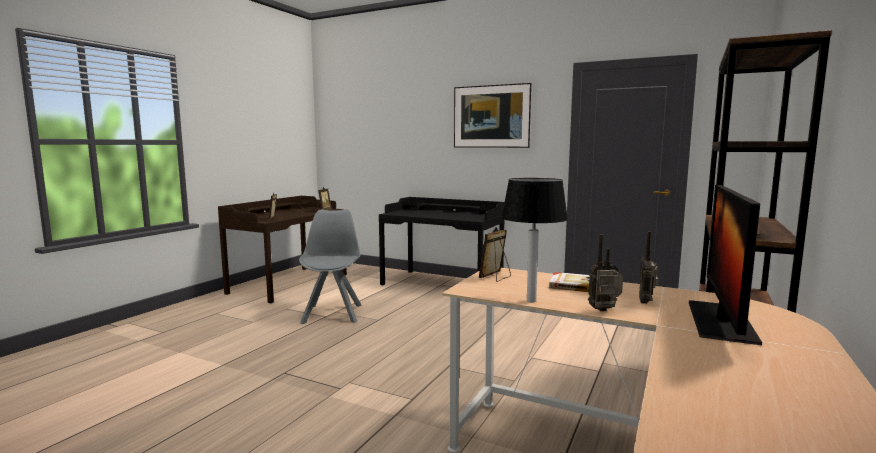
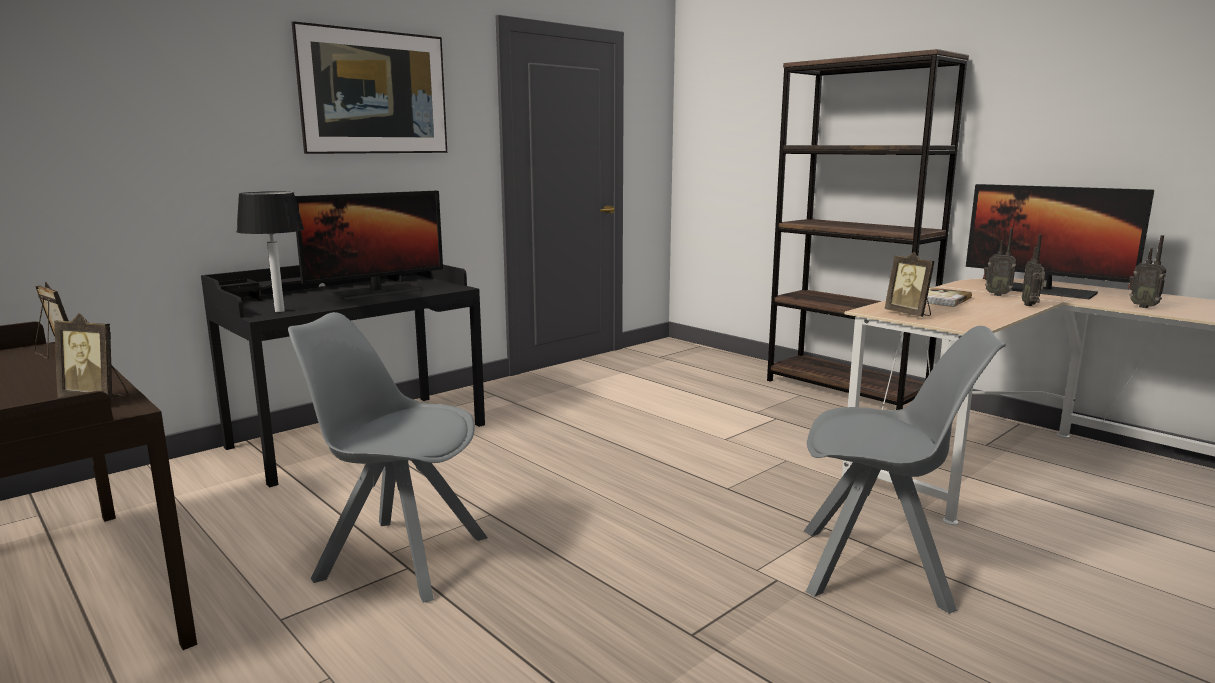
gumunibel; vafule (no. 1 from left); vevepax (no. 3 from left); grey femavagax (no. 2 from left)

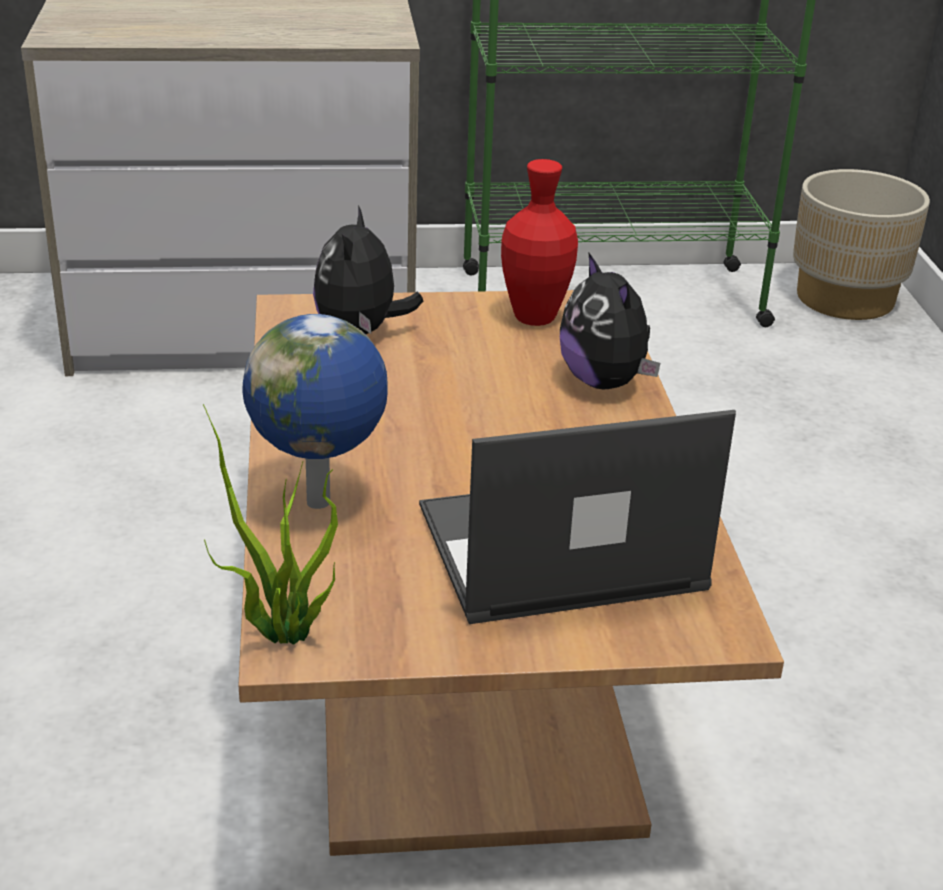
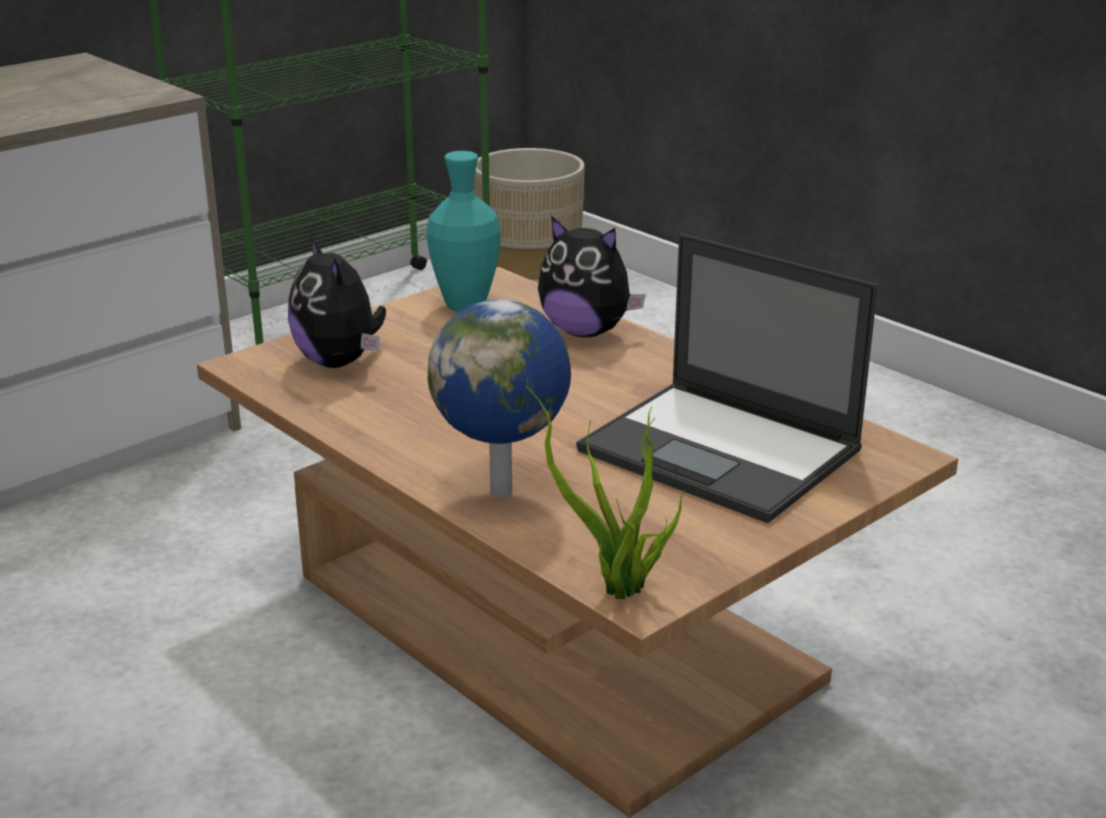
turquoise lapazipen; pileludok

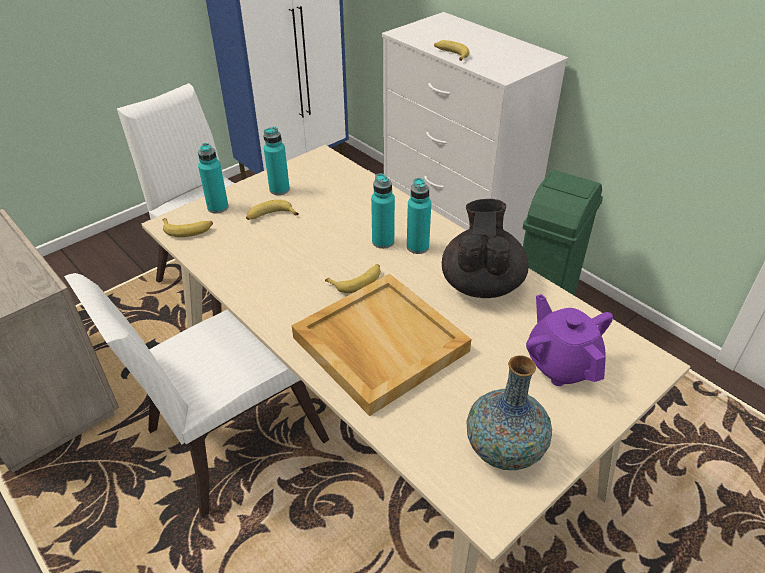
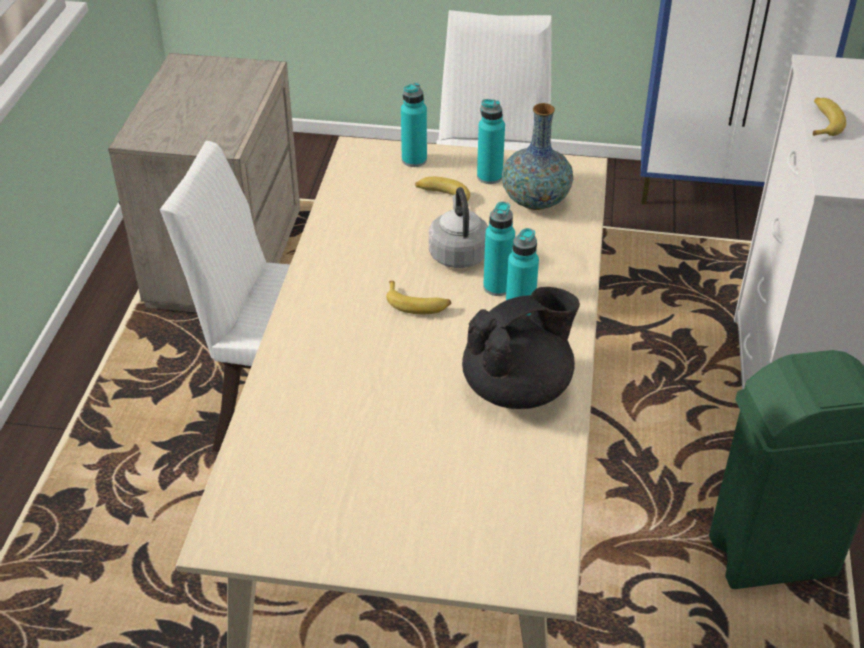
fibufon (no. 1 from left in the first image); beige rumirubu; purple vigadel; lapazipen; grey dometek

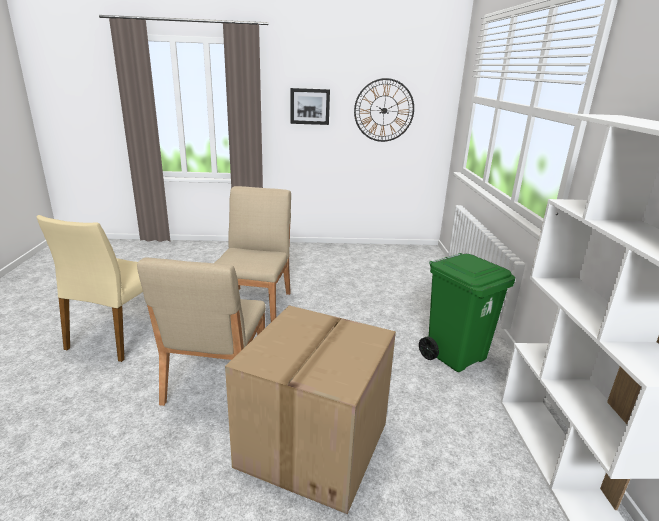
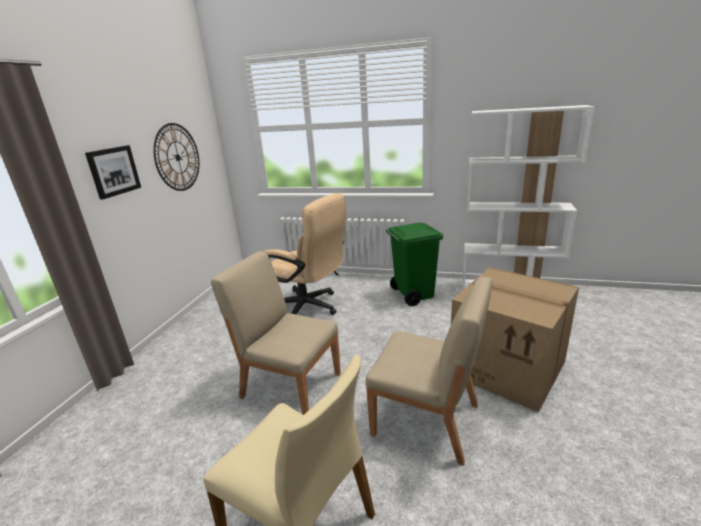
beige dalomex

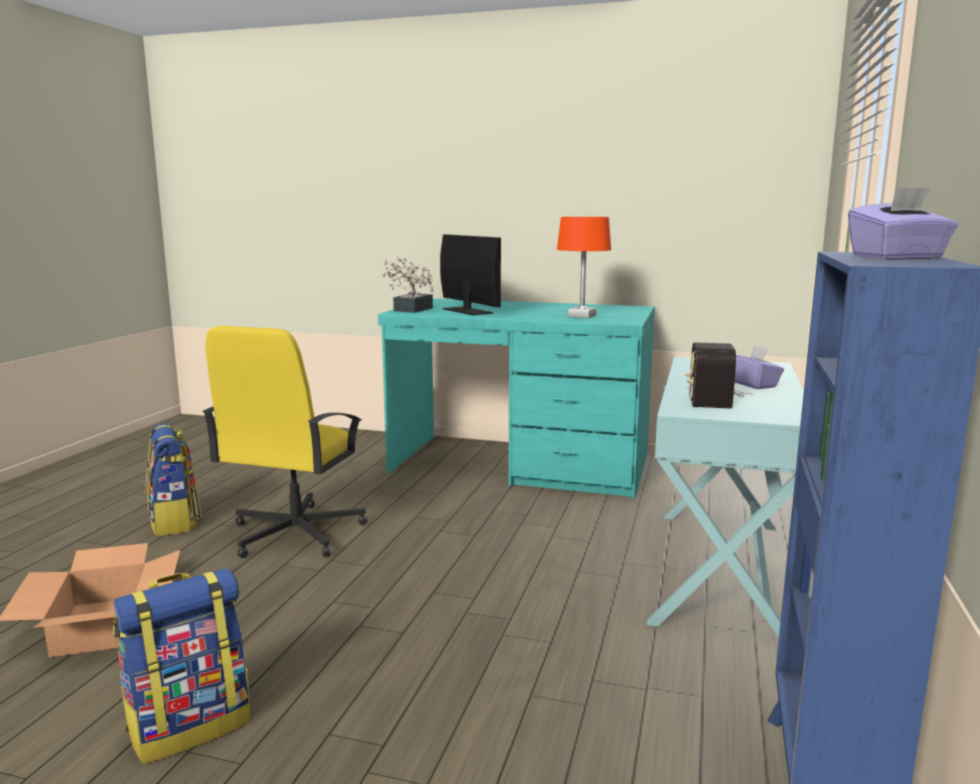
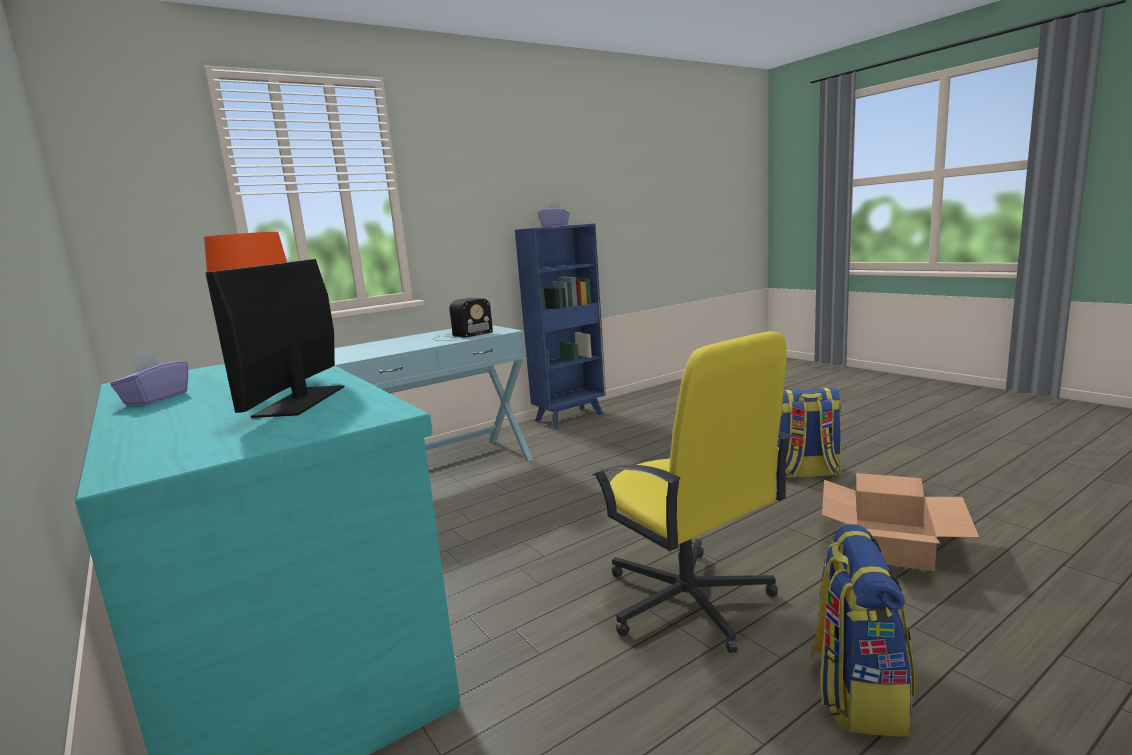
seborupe; yellow dalomex; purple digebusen (no. 1 from left)

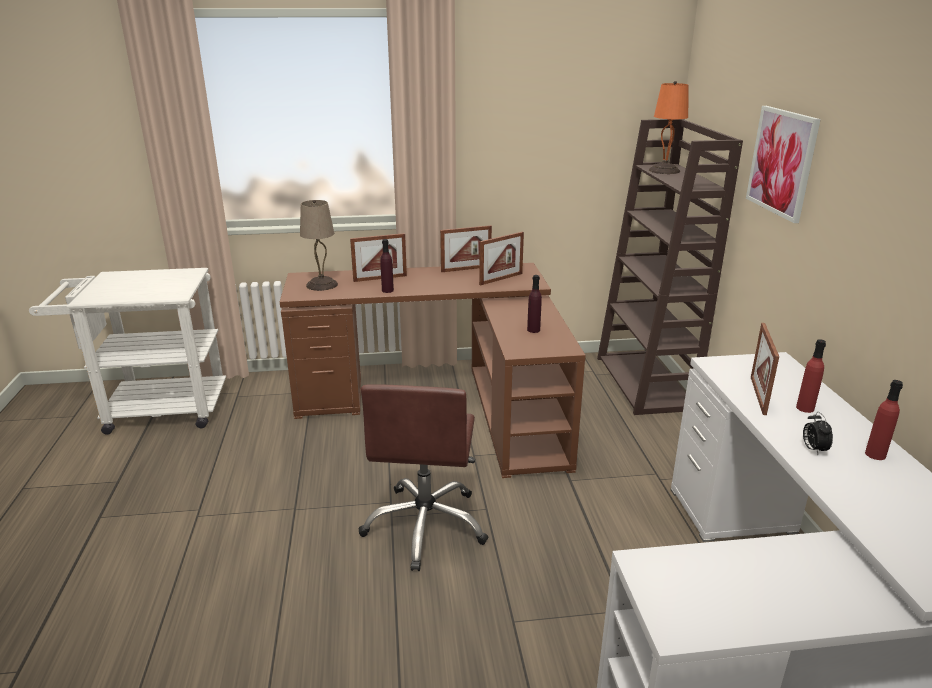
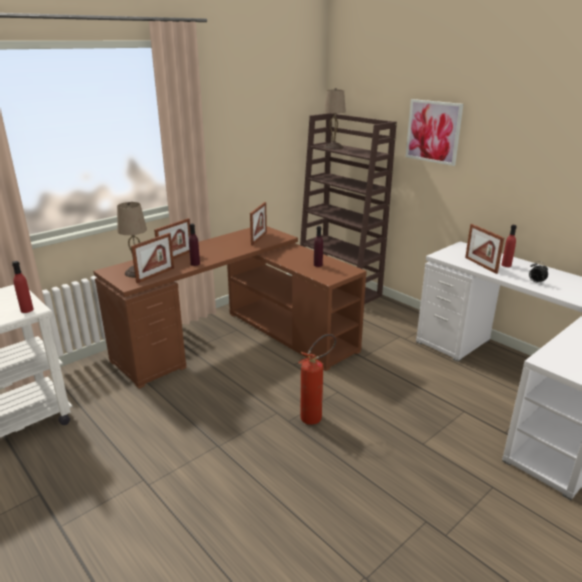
beige gumunibel (no. 2 from left); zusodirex (no. 1 from left); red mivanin (no. 1 from left); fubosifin

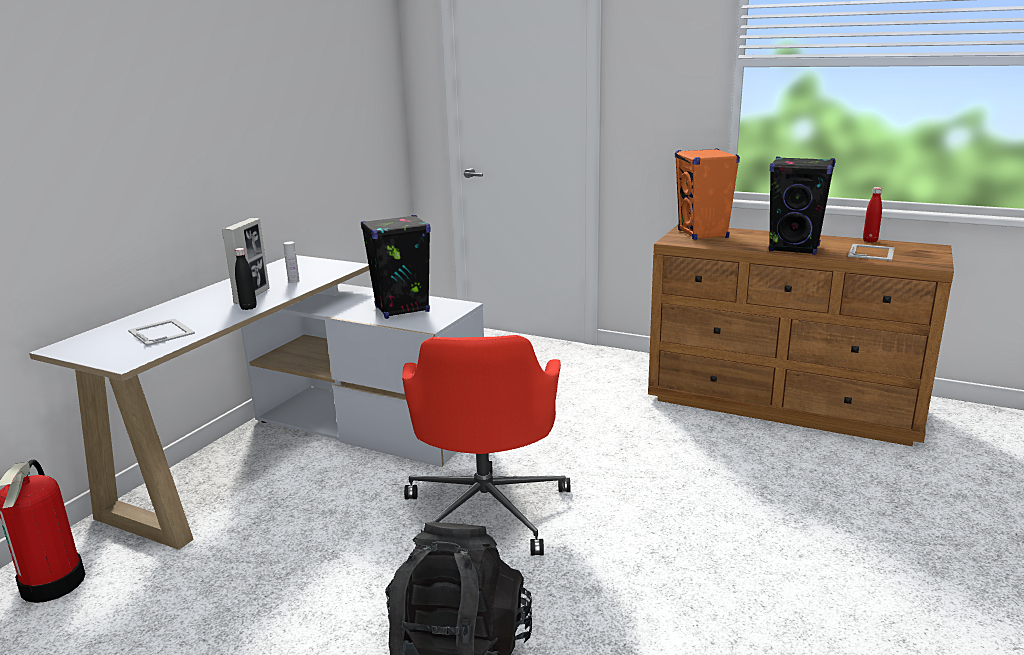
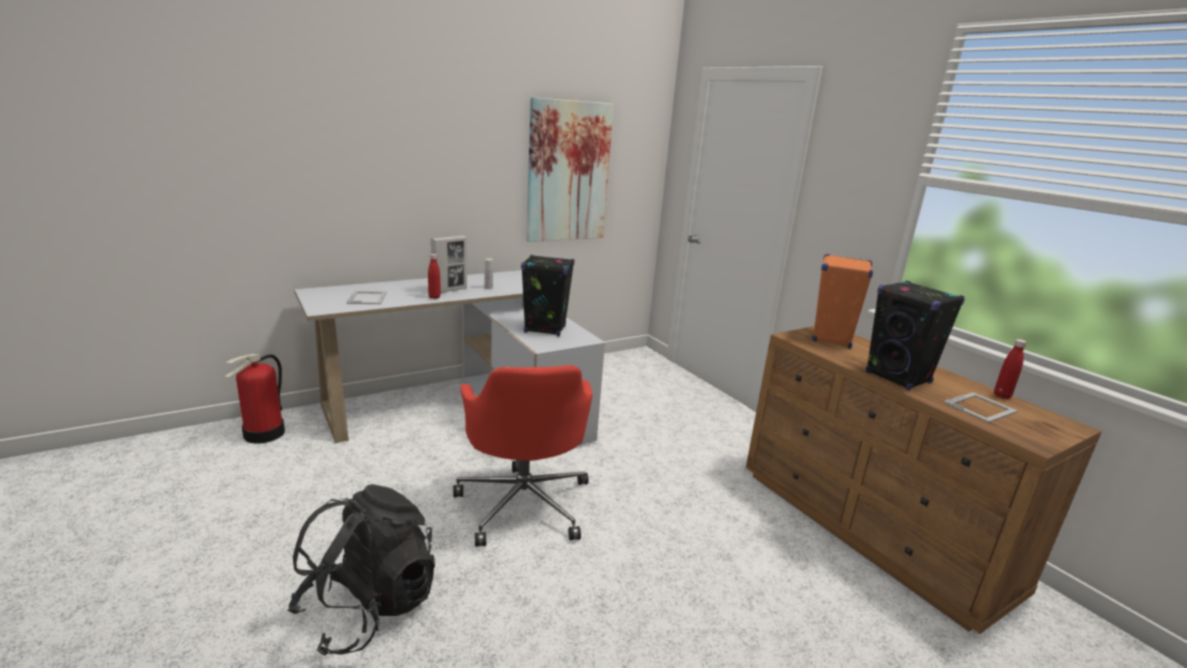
red mivanin (no. 1 from left); red dalomex; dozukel

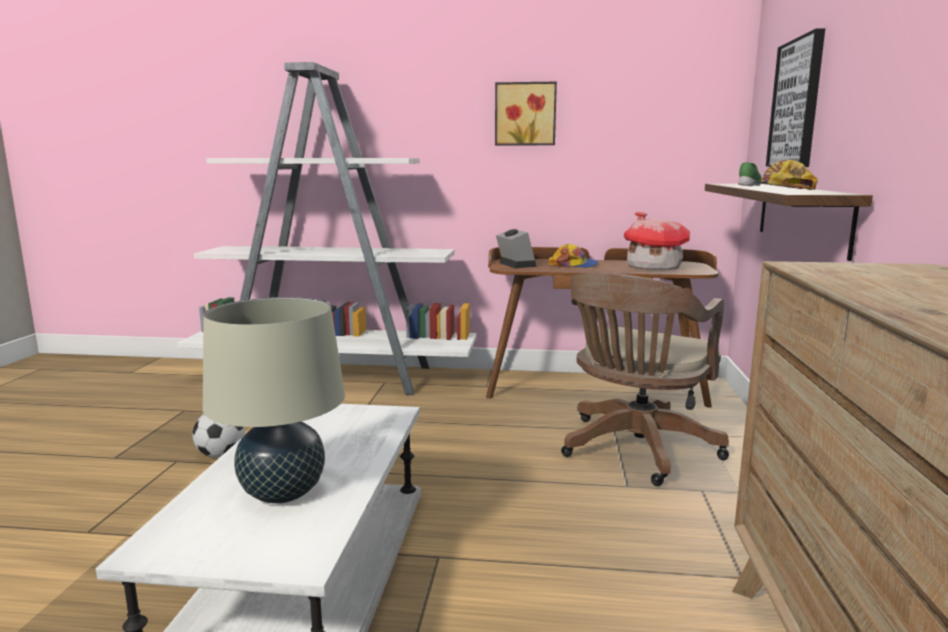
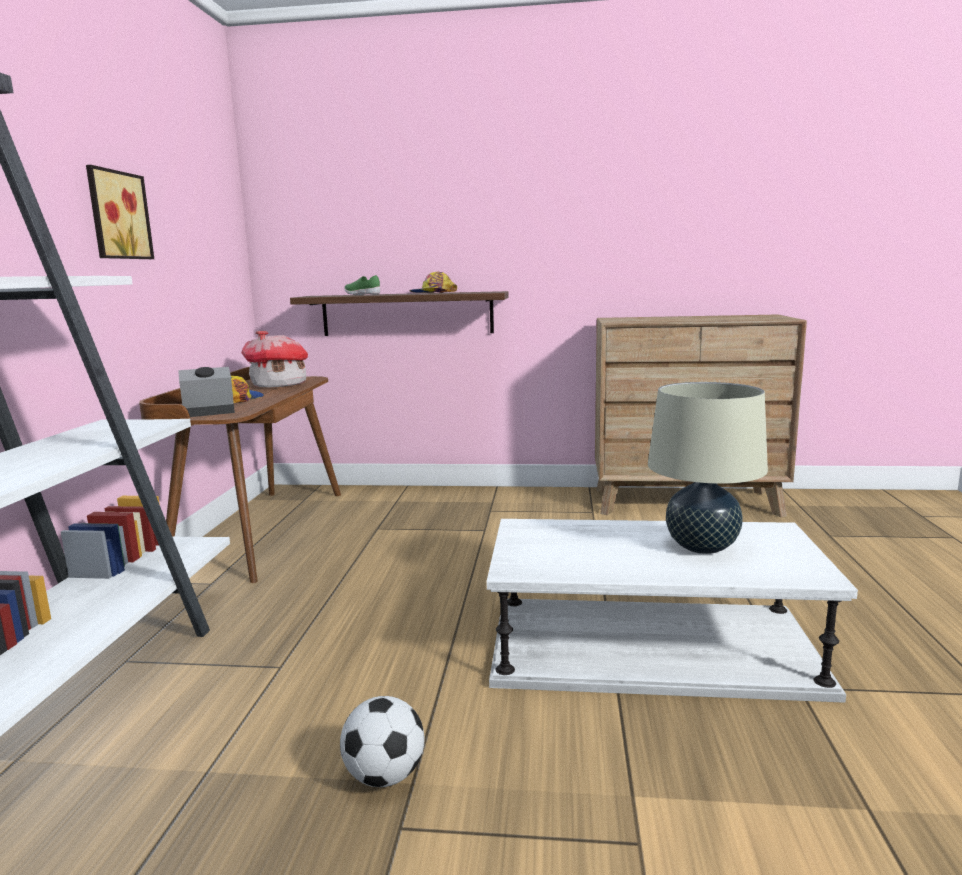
dozukel (no. 2 from left in the first image); brown dalomex

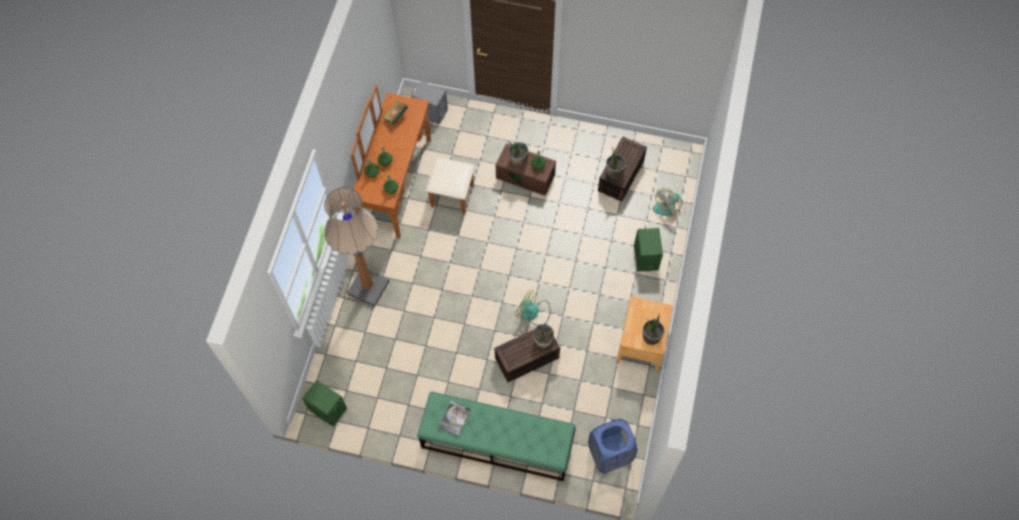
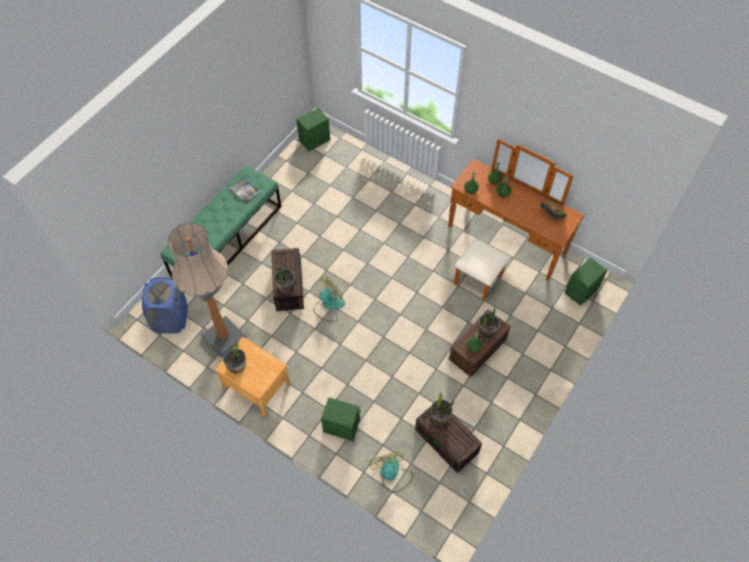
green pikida (no. 3 from left); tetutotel

